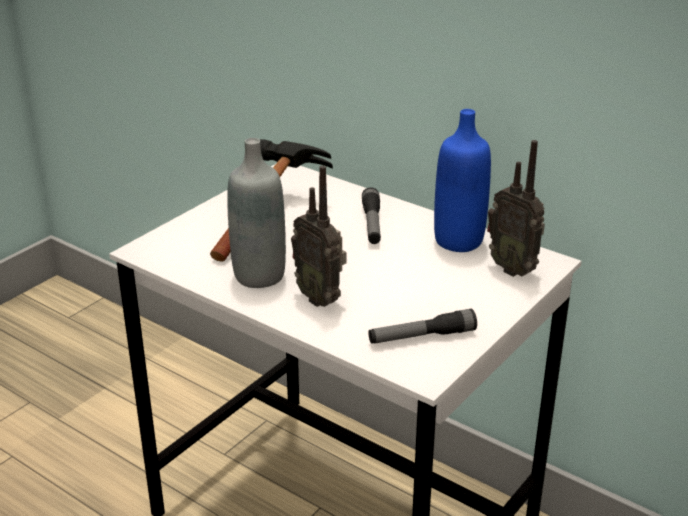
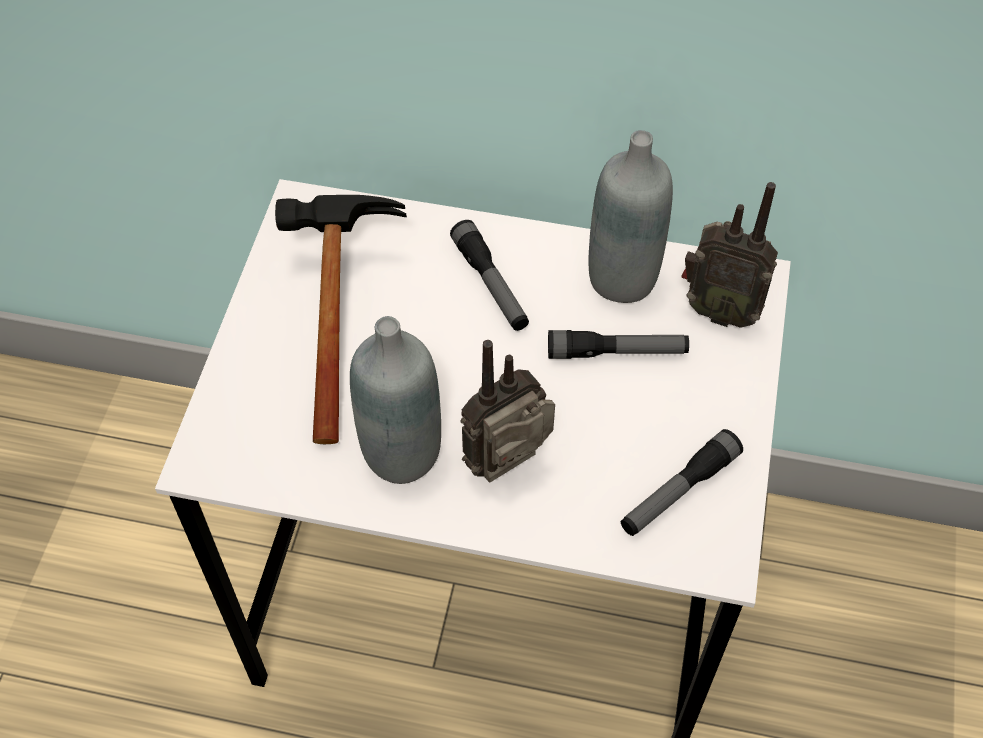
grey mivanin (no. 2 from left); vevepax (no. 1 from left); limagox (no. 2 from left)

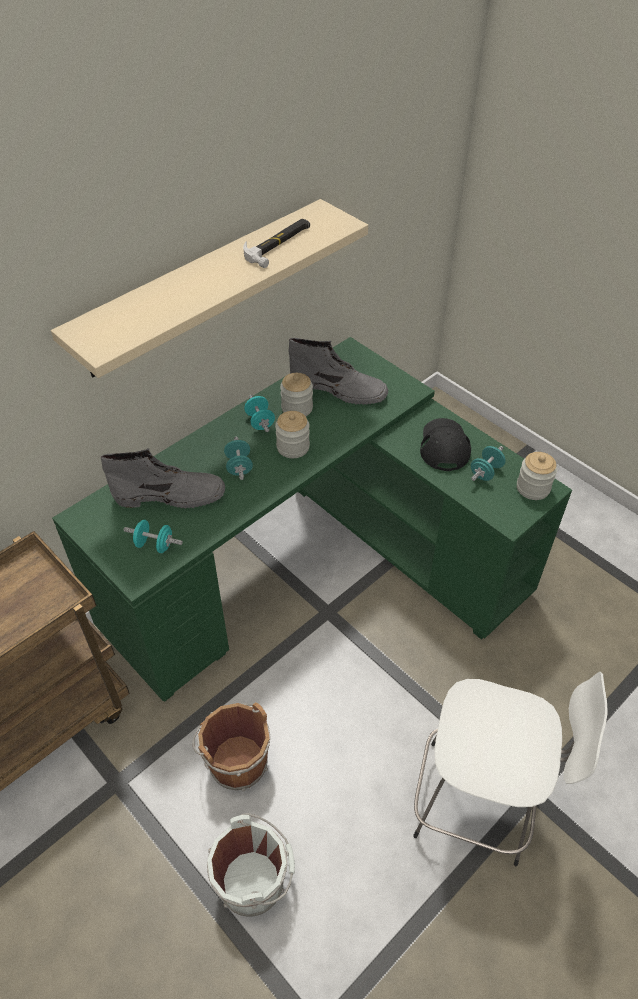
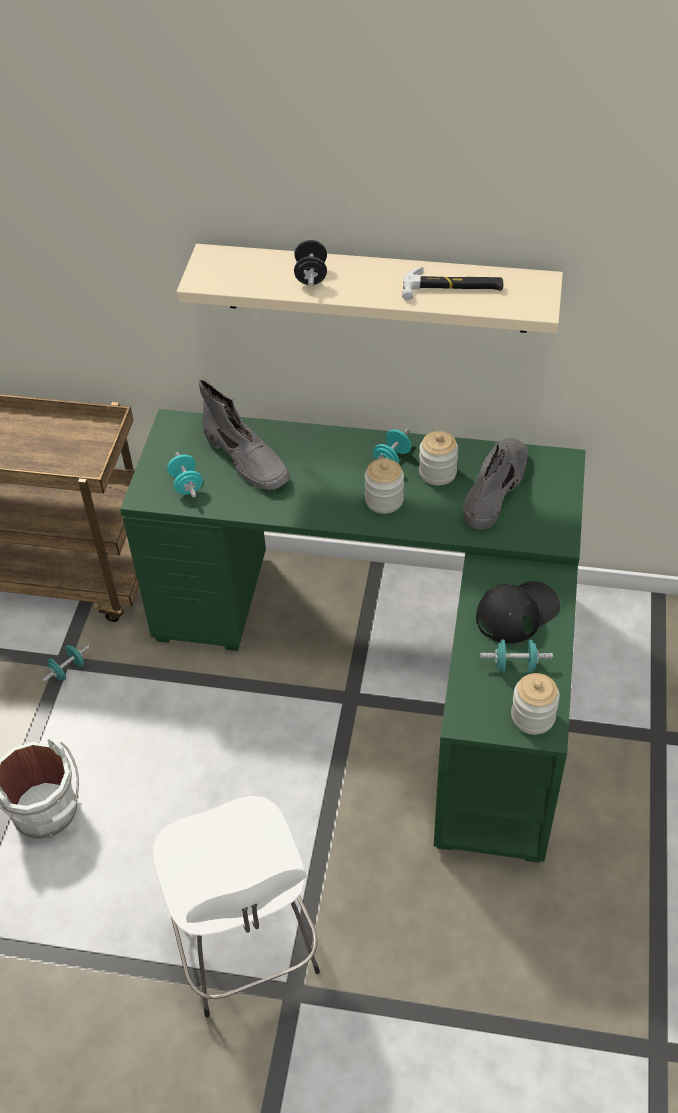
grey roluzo (no. 2 from left); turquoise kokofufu (no. 1 from left); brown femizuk; black kokofufu

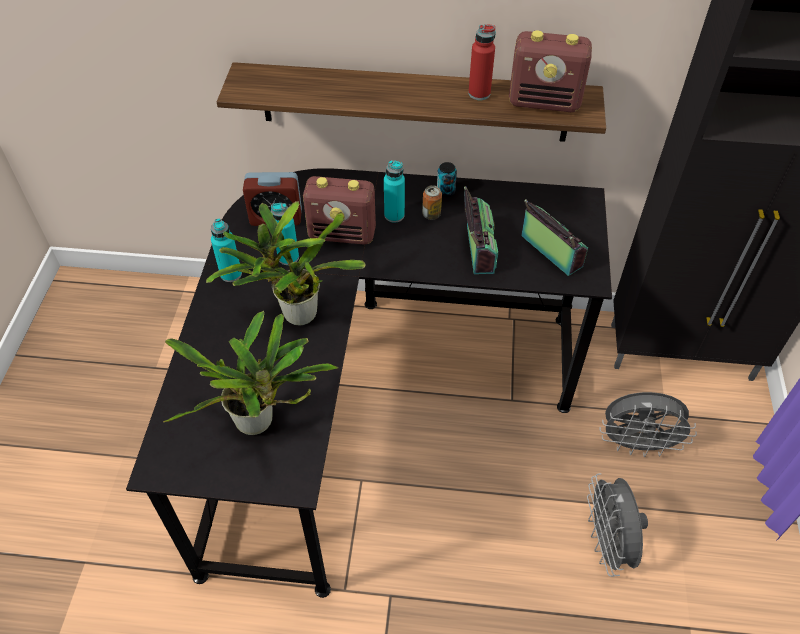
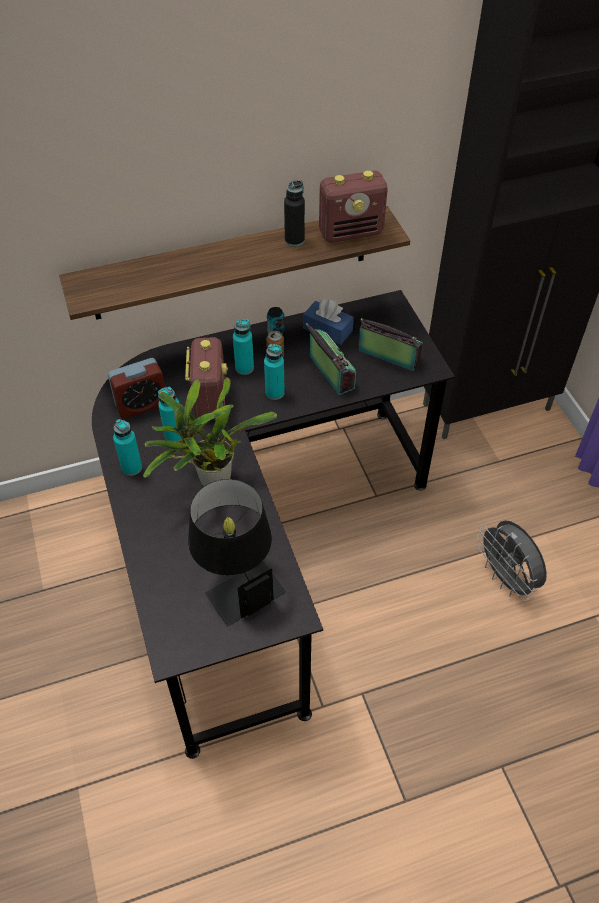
black mivanin; vevepax (no. 1 from left); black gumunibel; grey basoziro (no. 2 from left in the first image); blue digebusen; turquoise mivanin (no. 4 from left)

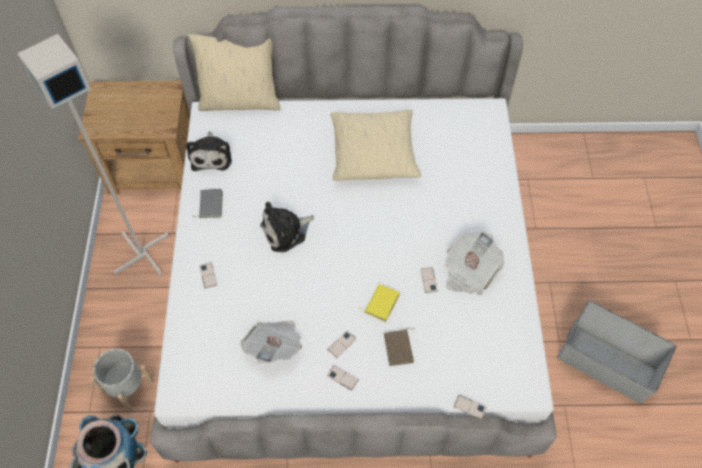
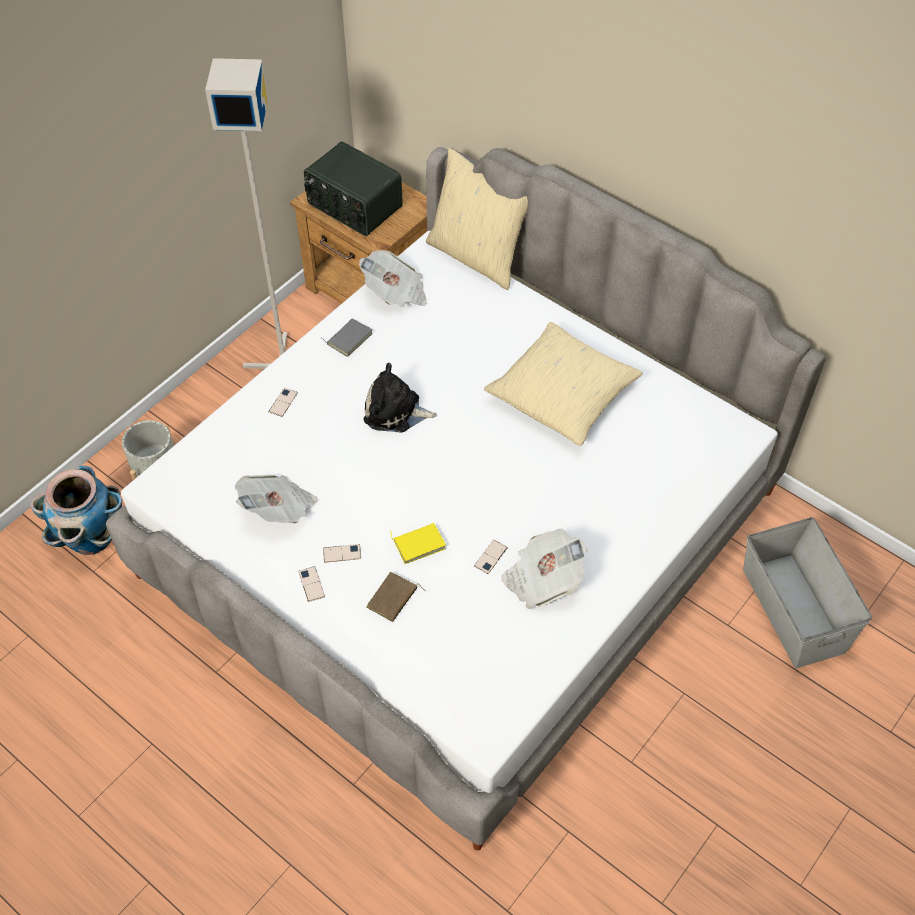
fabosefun (no. 2 from left); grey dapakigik; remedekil (no. 5 from left in the first image); vevepax

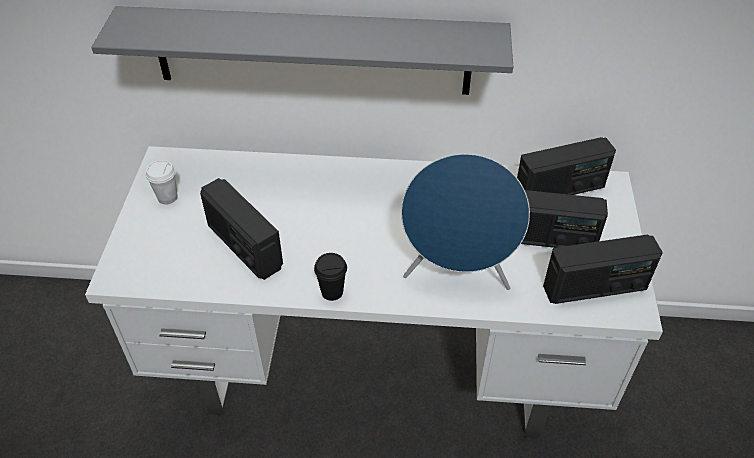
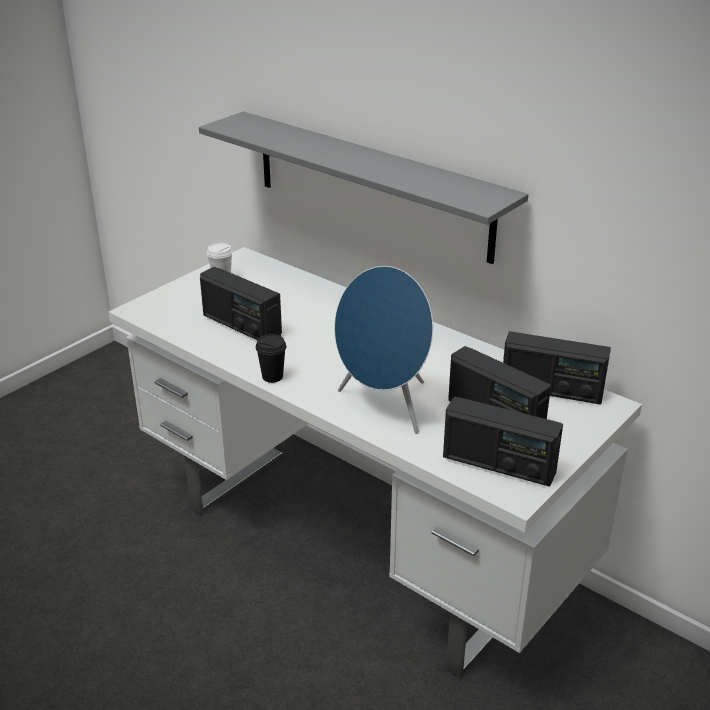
vevepax (no. 1 from left)

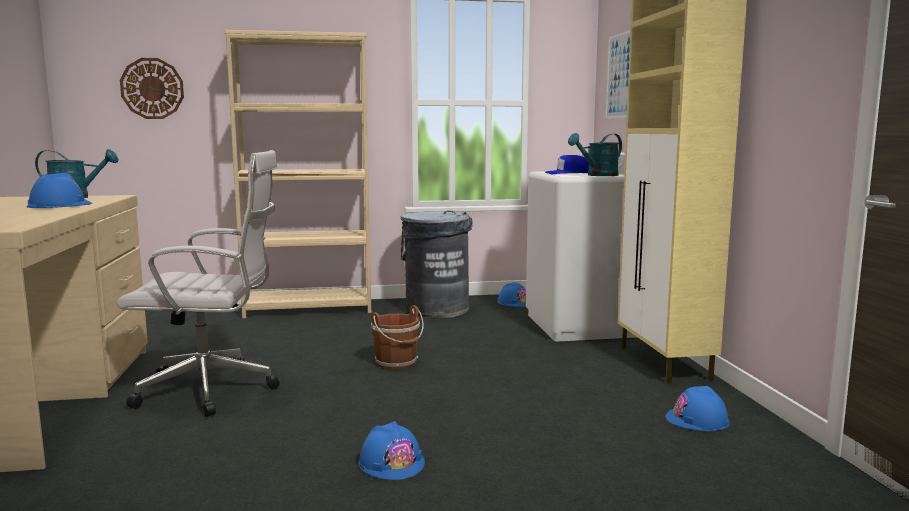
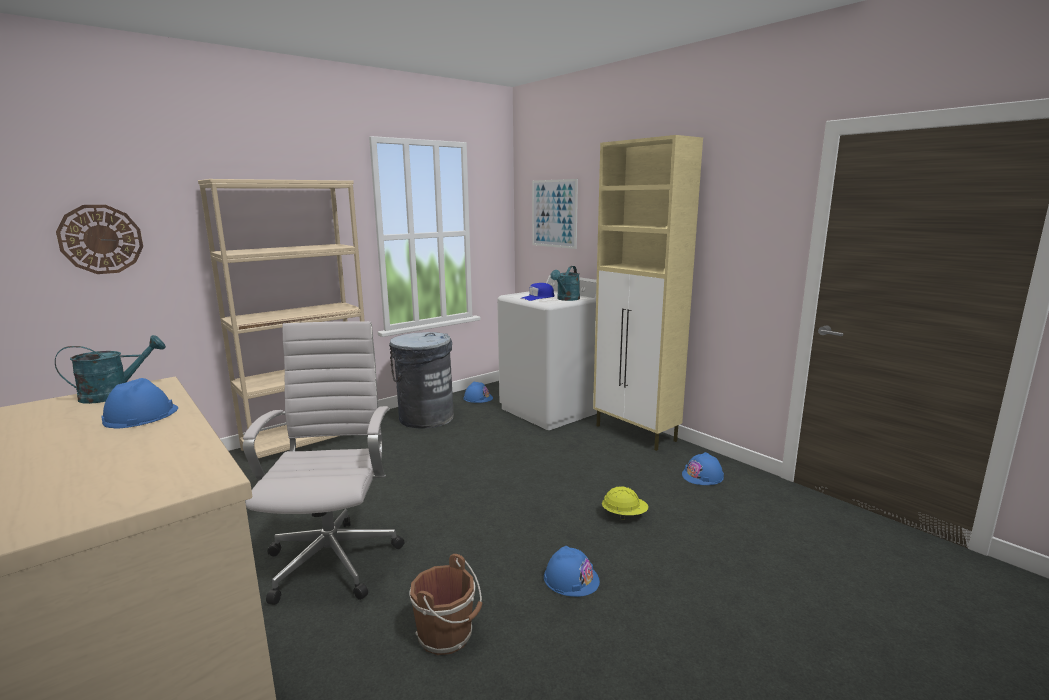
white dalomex; brown femizuk; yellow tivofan

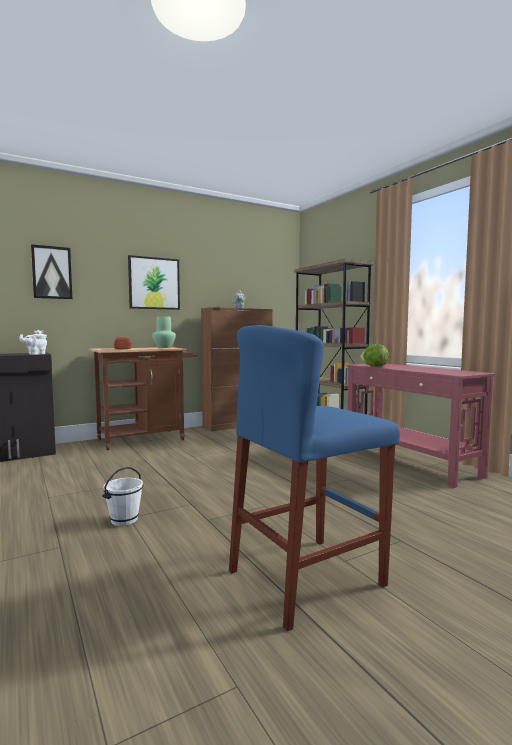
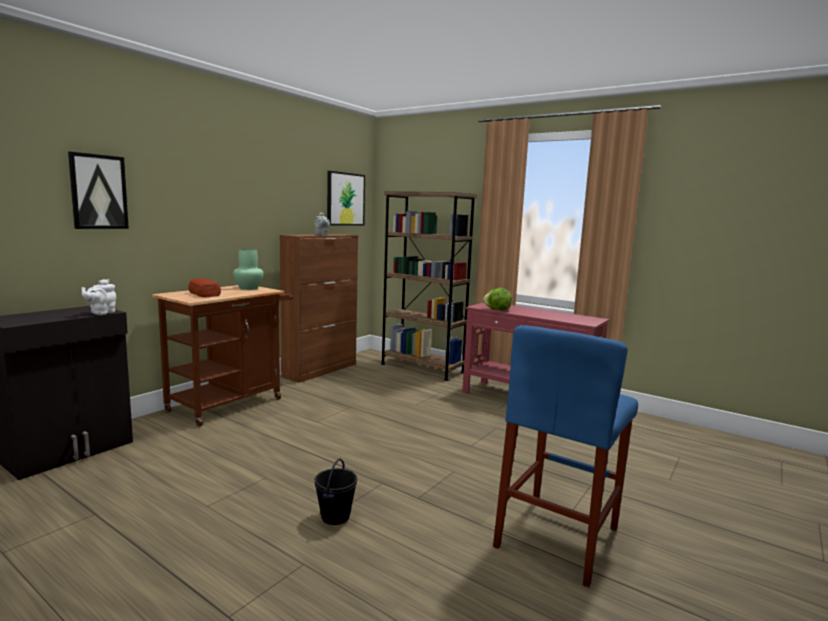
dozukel (no. 2 from left); black femizuk

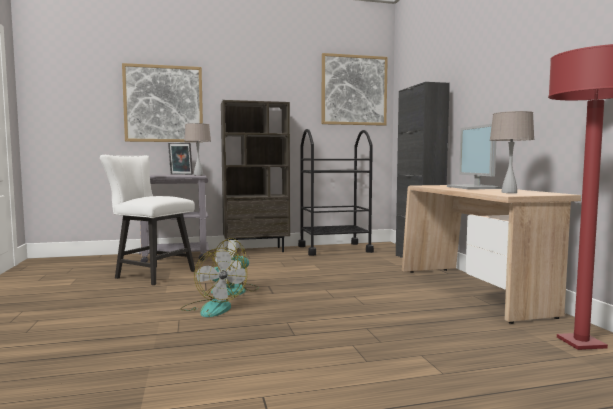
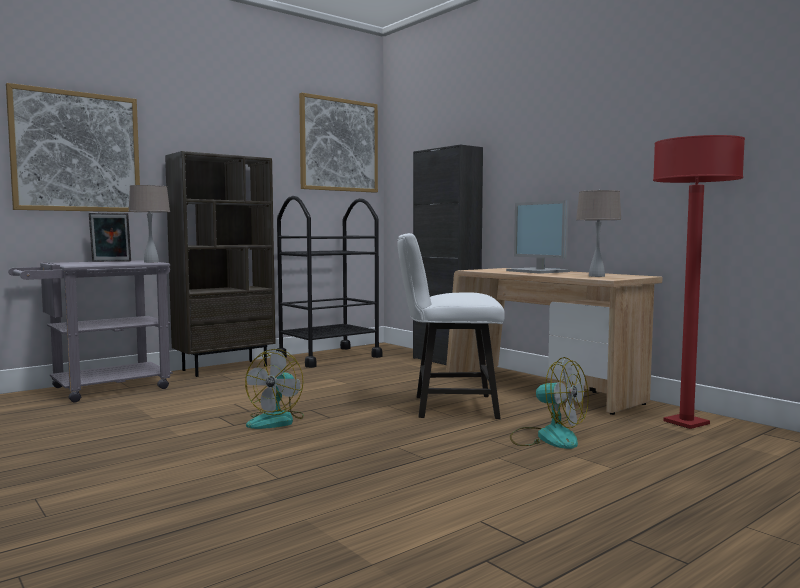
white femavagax; basoziro (no. 2 from left)

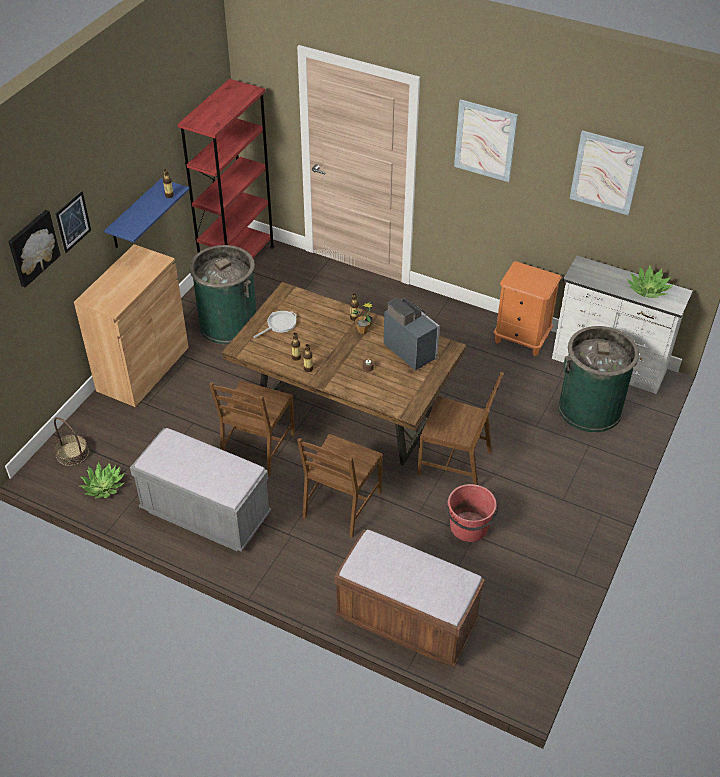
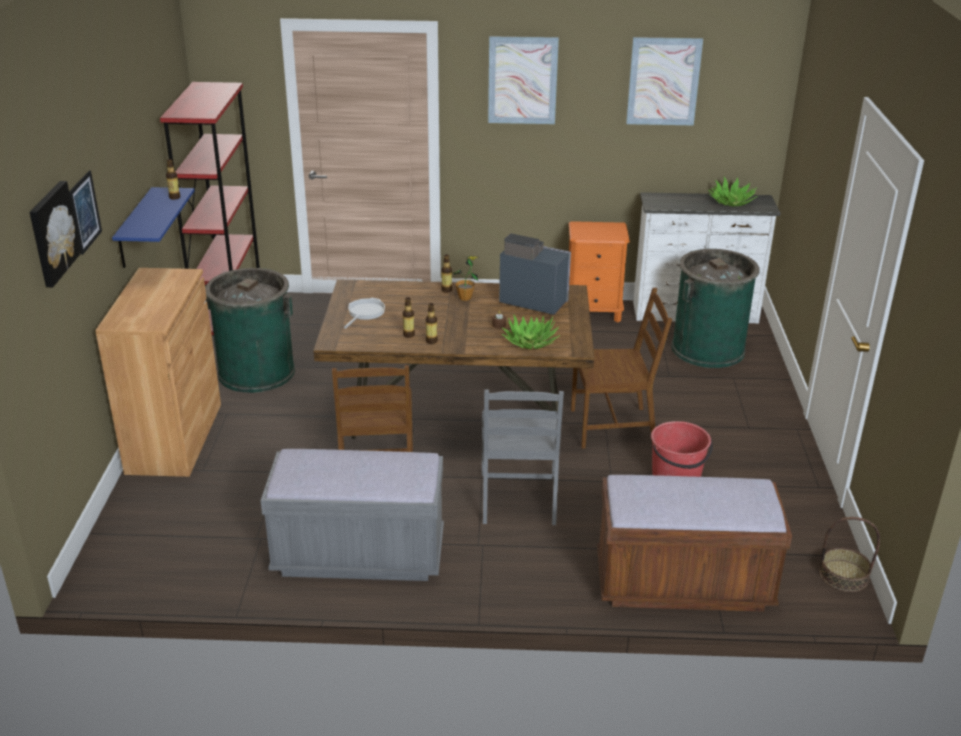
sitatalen; grey femavagax; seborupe (no. 2 from left)

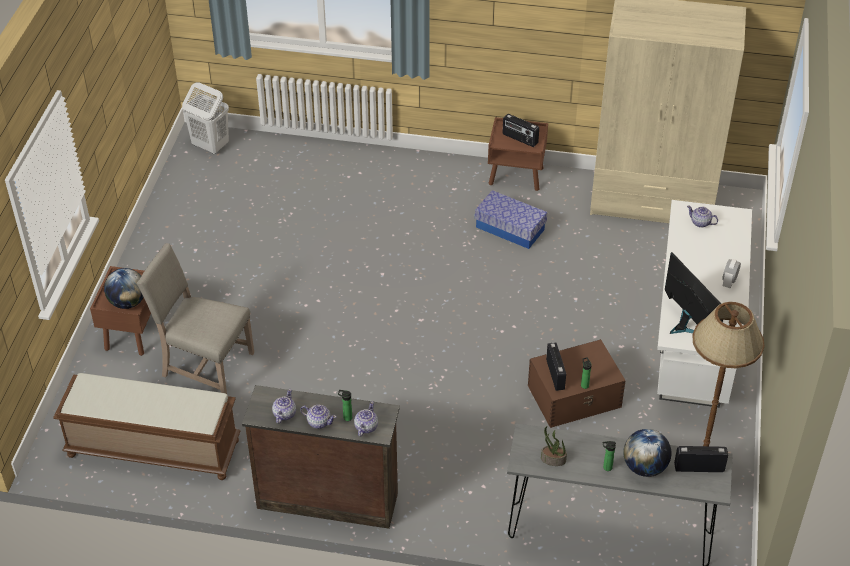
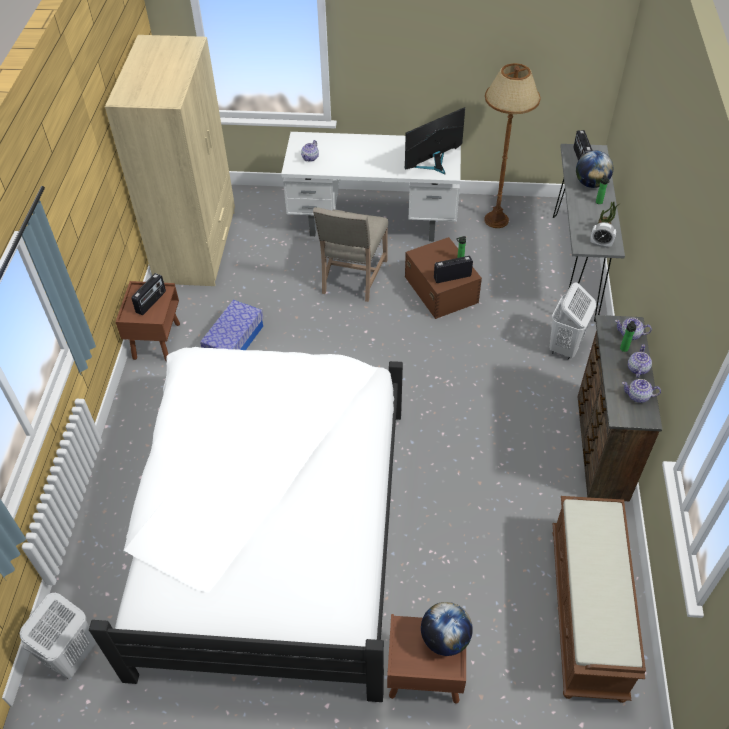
beige femavagax; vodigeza; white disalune (no. 2 from left); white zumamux

